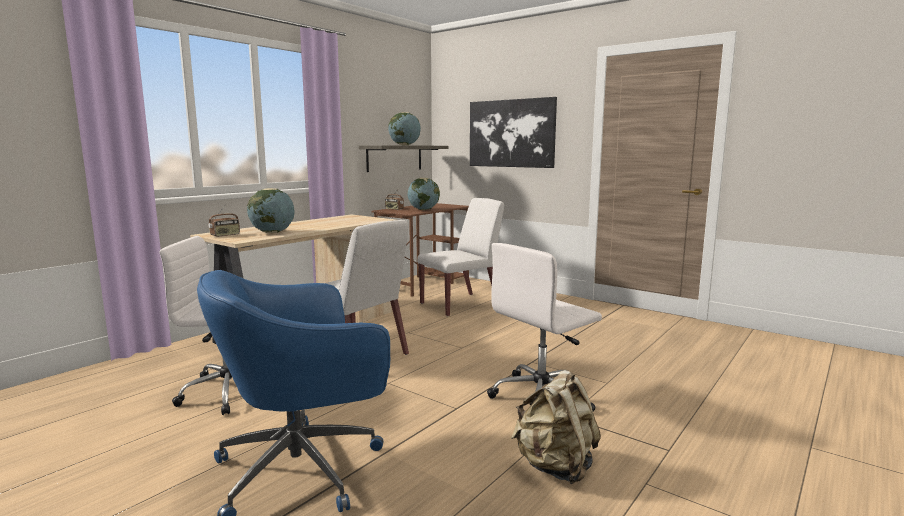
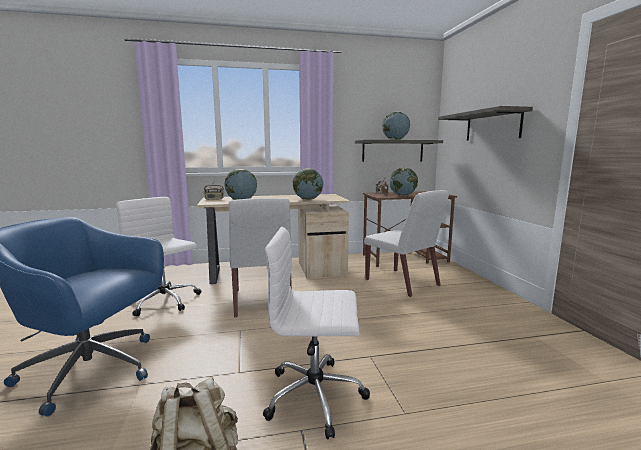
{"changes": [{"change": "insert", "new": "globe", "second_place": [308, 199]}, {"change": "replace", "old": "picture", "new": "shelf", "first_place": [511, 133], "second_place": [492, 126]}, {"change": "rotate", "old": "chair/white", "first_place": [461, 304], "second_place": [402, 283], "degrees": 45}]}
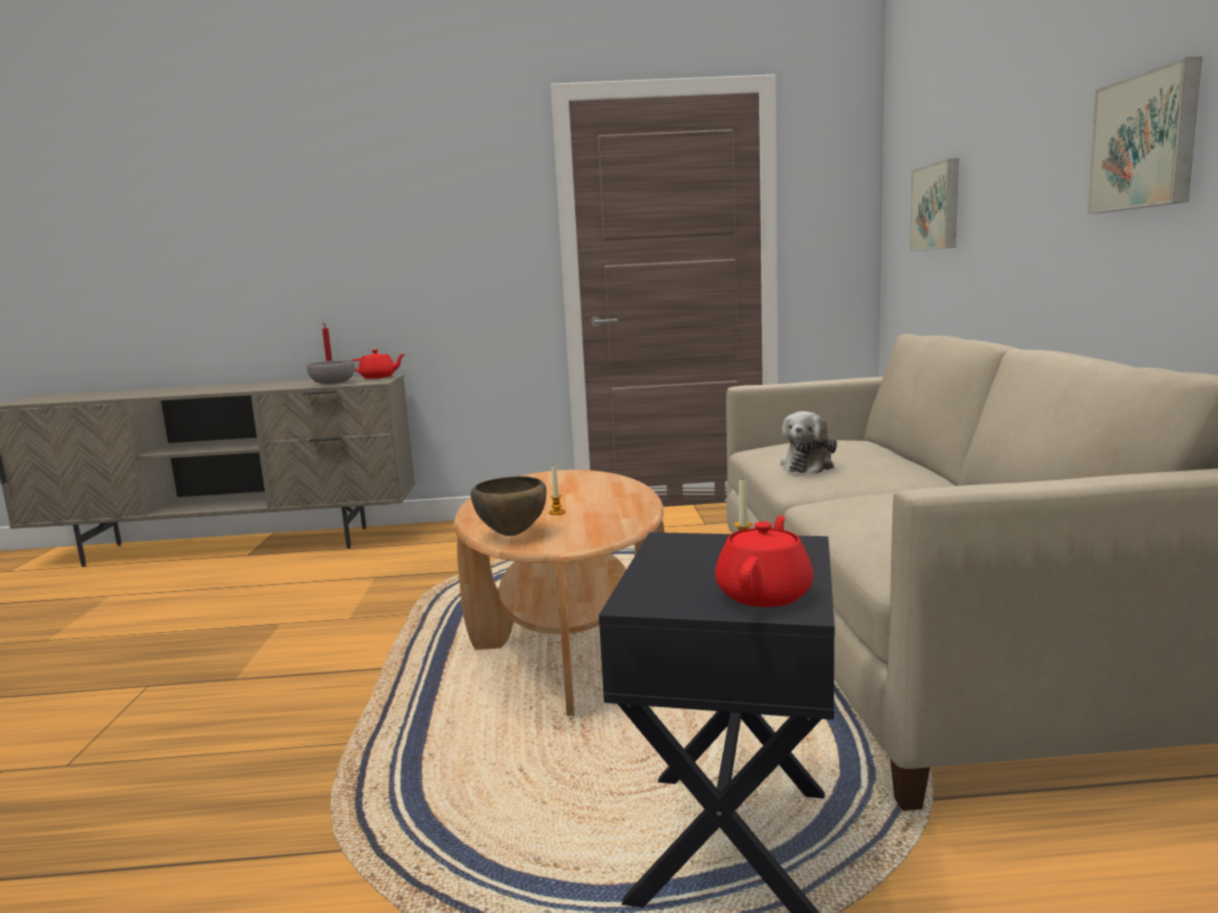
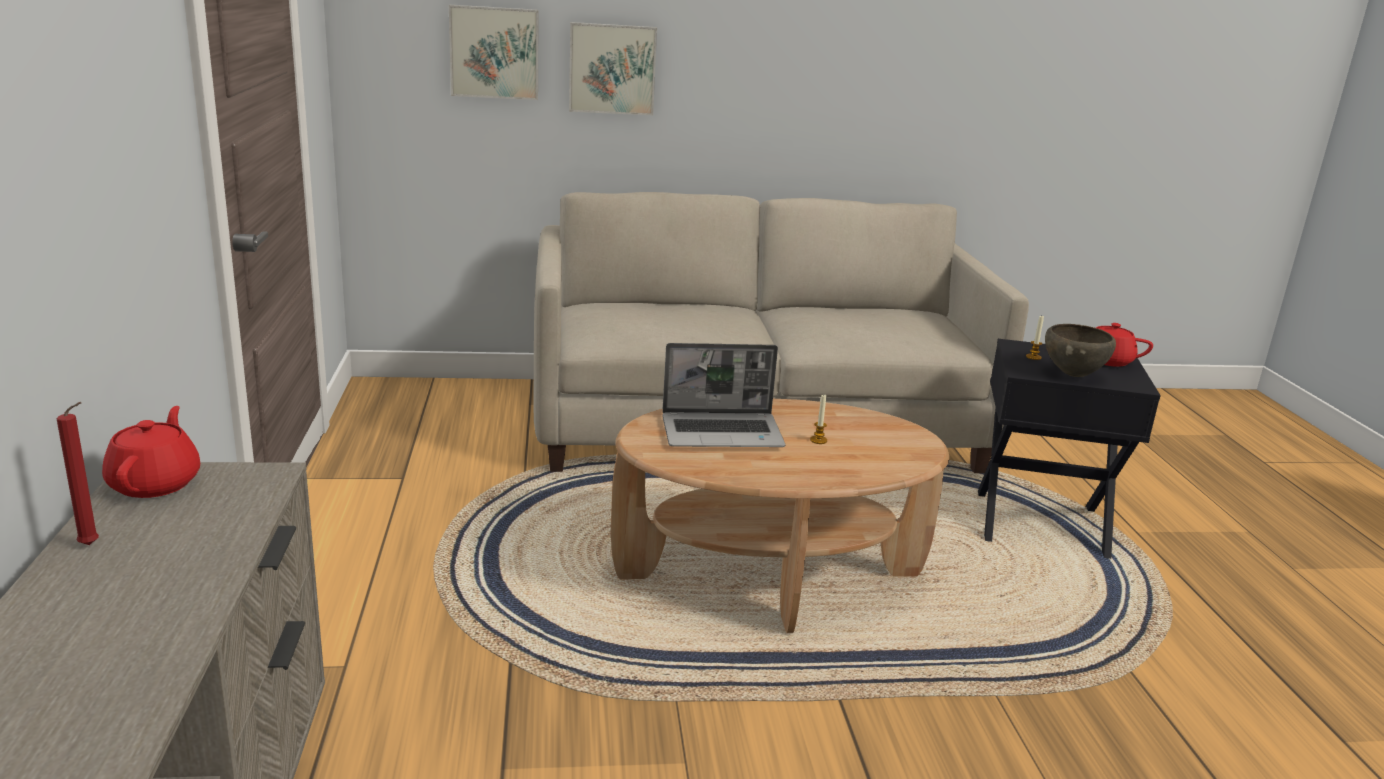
{"changes": [{"change": "delete", "old": "bowl/grey", "first_place": [332, 383]}, {"change": "delete", "old": "plush toy", "first_place": [808, 466]}, {"change": "insert", "new": "laptop", "second_place": [723, 432]}, {"change": "move", "old": "bowl/brown", "first_place": [512, 534], "second_place": [1073, 375]}, {"change": "move", "old": "picture", "first_place": [1146, 142], "second_place": [612, 69]}]}
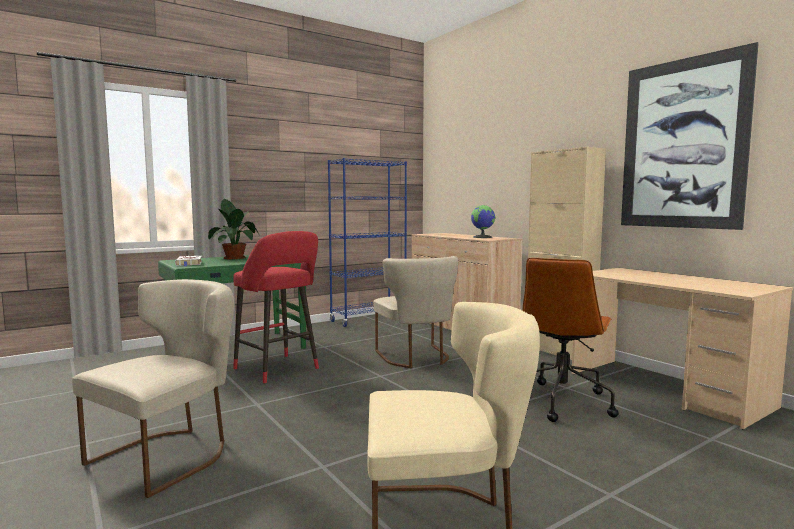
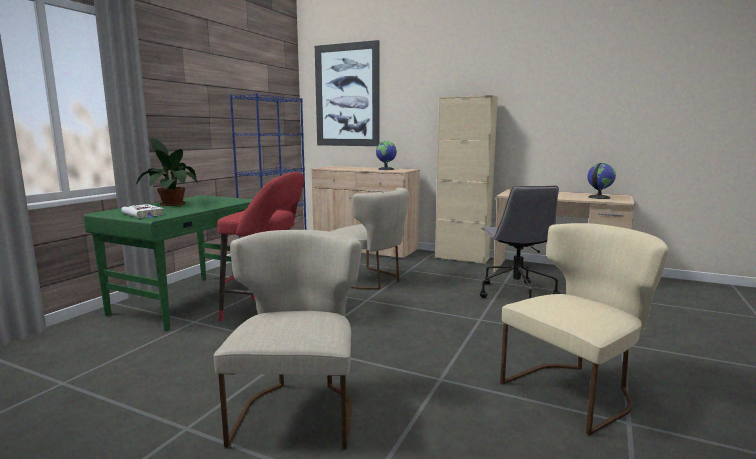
{"changes": [{"change": "insert", "new": "globe", "second_place": [598, 197]}, {"change": "move", "old": "picture", "first_place": [682, 144], "second_place": [347, 95]}, {"change": "recolor", "old": "office chair/brown", "new": "office chair/grey", "first_place": [561, 401], "second_place": [515, 293]}]}
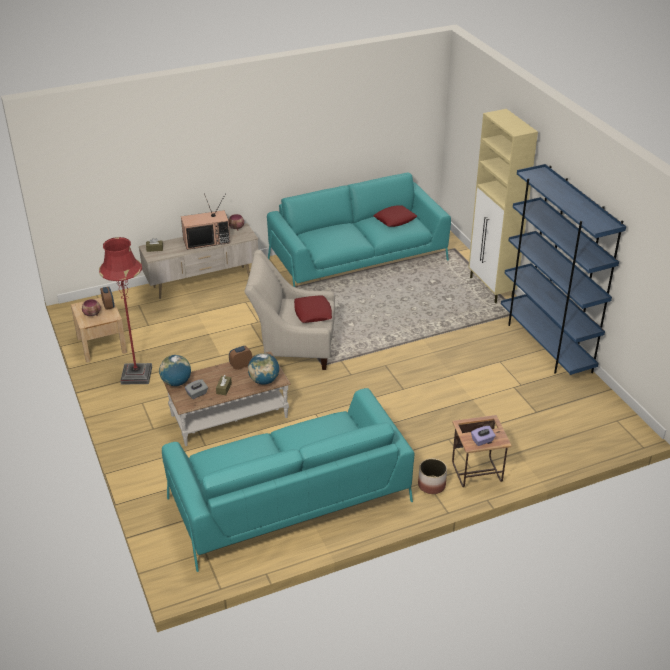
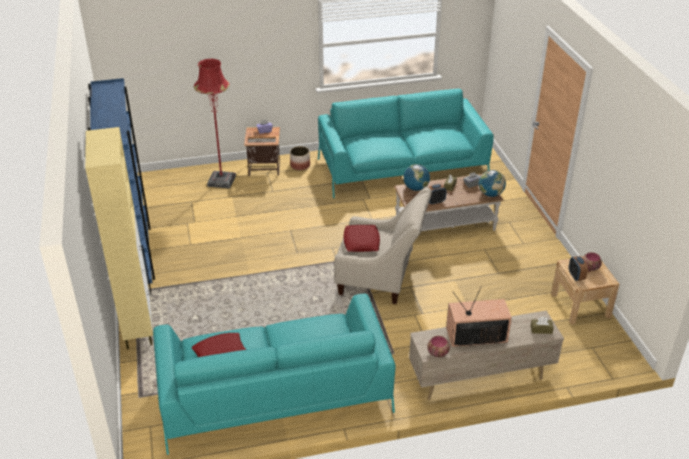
{"changes": [{"change": "move", "old": "floor lamp/red", "first_place": [136, 375], "second_place": [221, 181]}]}
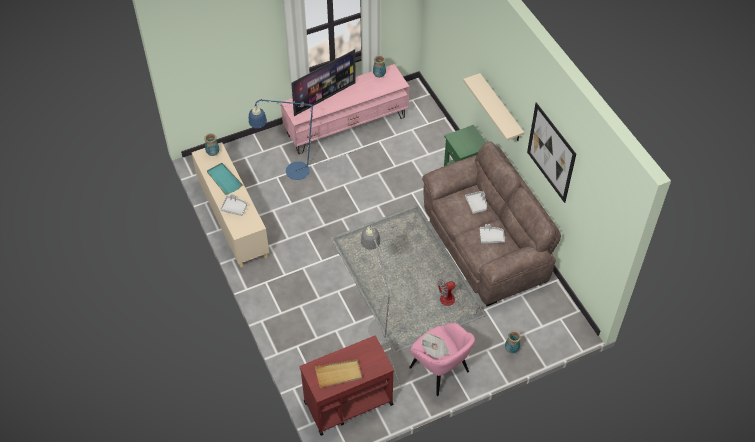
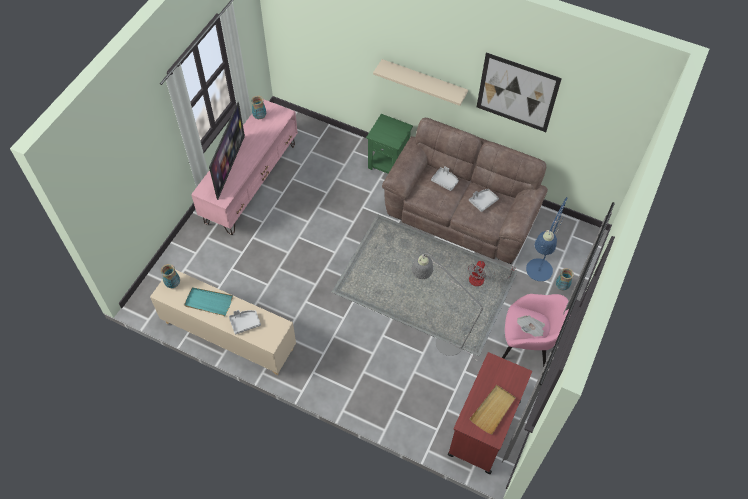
{"changes": [{"change": "move", "old": "floor lamp/blue", "first_place": [291, 173], "second_place": [537, 275]}]}
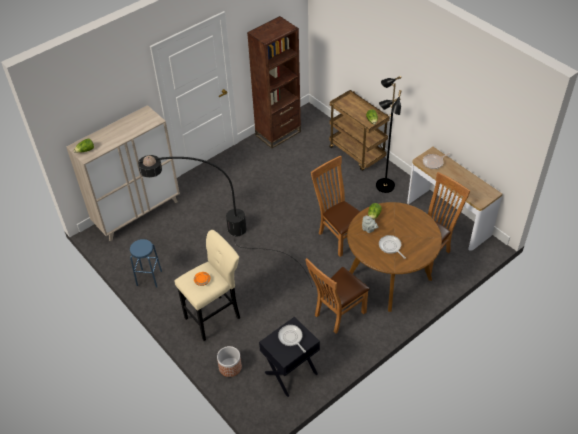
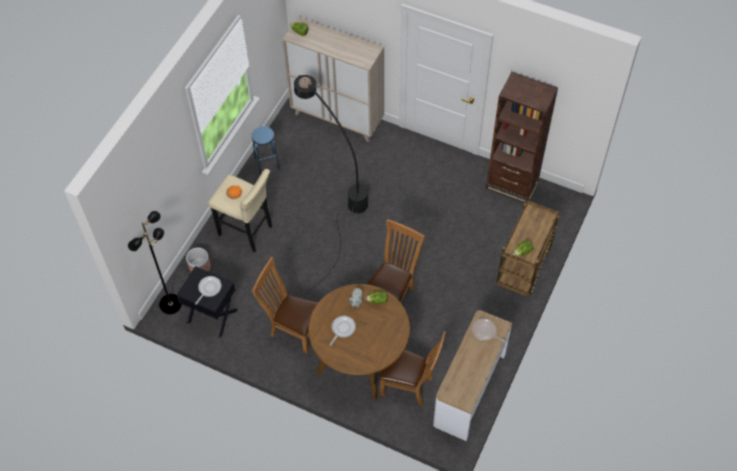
{"changes": [{"change": "move", "old": "floor lamp/black", "first_place": [384, 186], "second_place": [170, 304]}]}
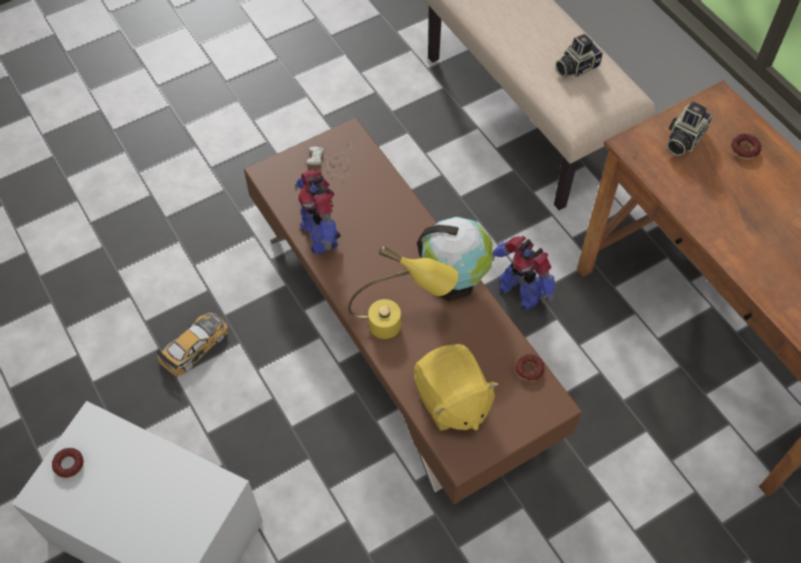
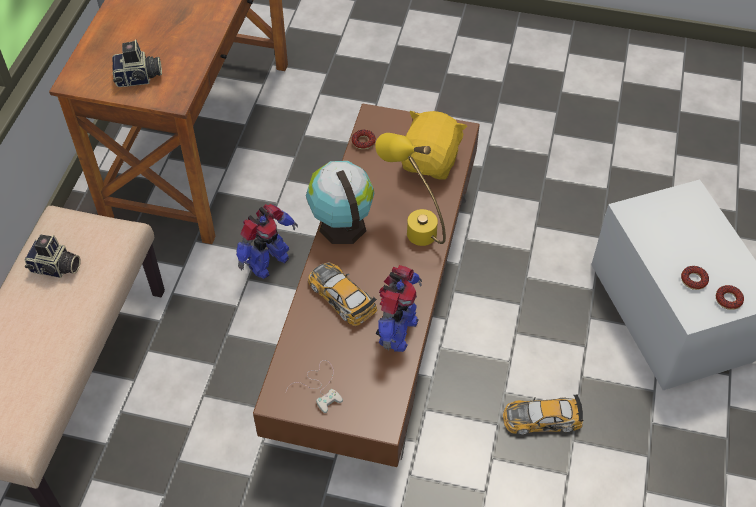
{"changes": [{"change": "insert", "new": "toy car", "second_place": [341, 296]}, {"change": "move", "old": "donut", "first_place": [744, 149], "second_place": [694, 280]}, {"change": "rotate", "old": "toy robot", "first_place": [520, 291], "second_place": [267, 262], "degrees": 45}]}
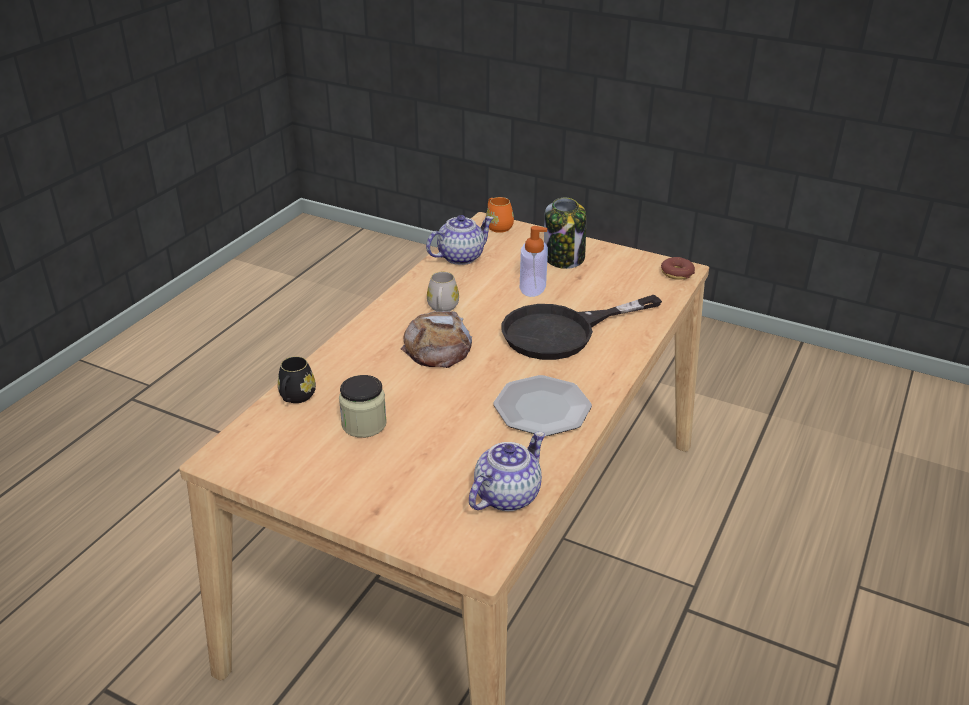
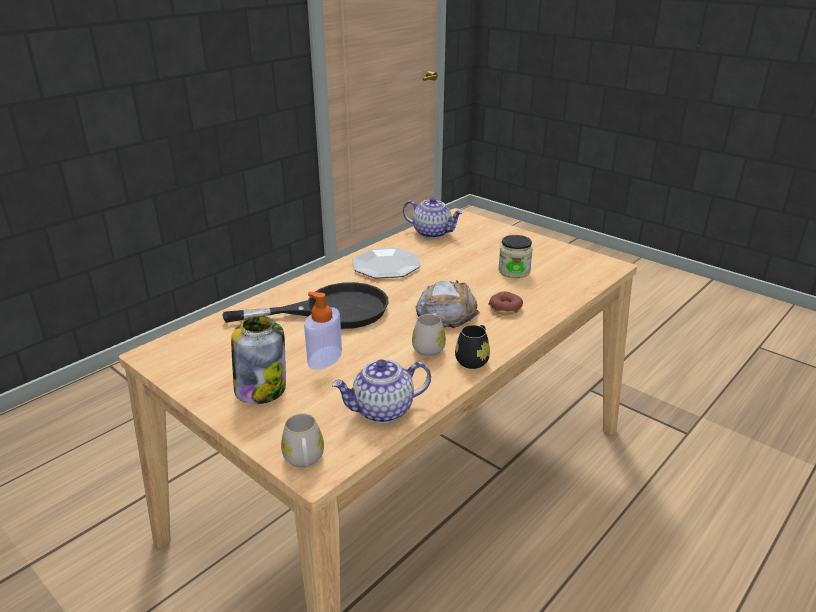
{"changes": [{"change": "move", "old": "mug/black", "first_place": [295, 398], "second_place": [473, 359]}, {"change": "move", "old": "donut", "first_place": [676, 273], "second_place": [505, 308]}, {"change": "recolor", "old": "mug/orange", "new": "mug/white", "first_place": [497, 226], "second_place": [304, 460]}, {"change": "rotate", "old": "teapot", "first_place": [506, 495], "second_place": [432, 233], "degrees": -120}]}
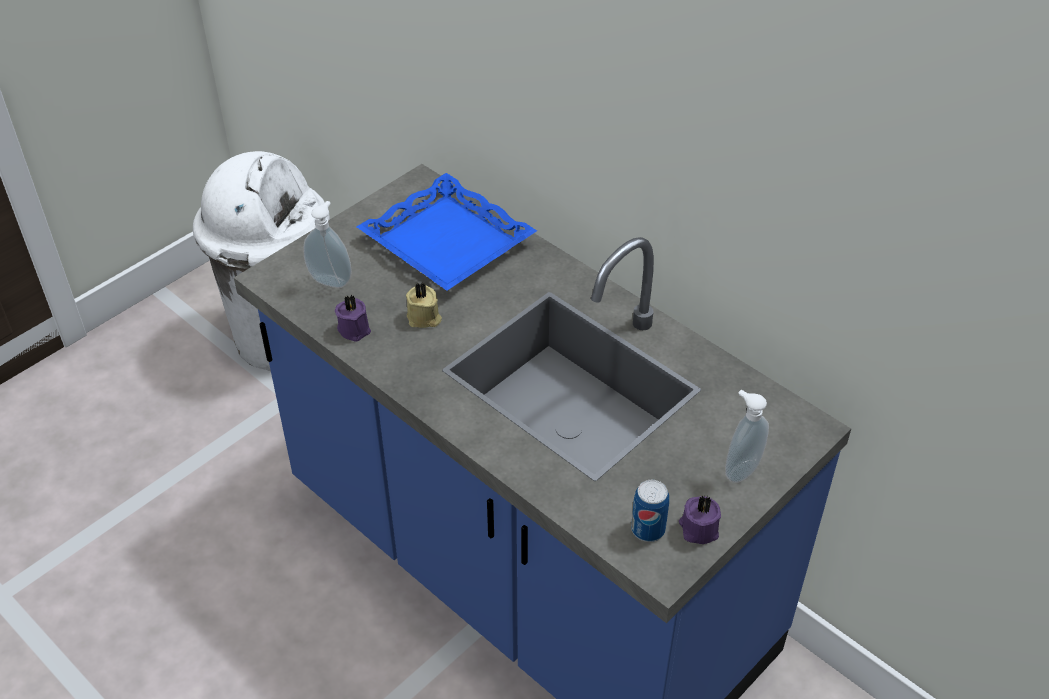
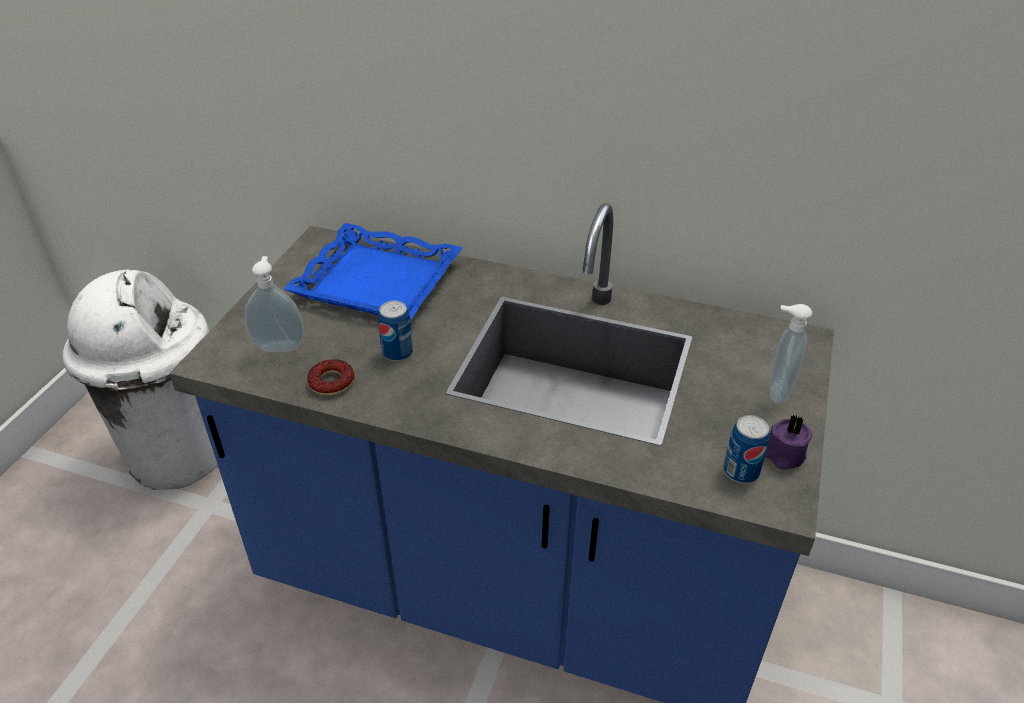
{"changes": [{"change": "replace", "old": "candle/purple", "new": "donut", "first_place": [354, 328], "second_place": [332, 382]}, {"change": "replace", "old": "candle/beige", "new": "can", "first_place": [424, 318], "second_place": [397, 353]}]}
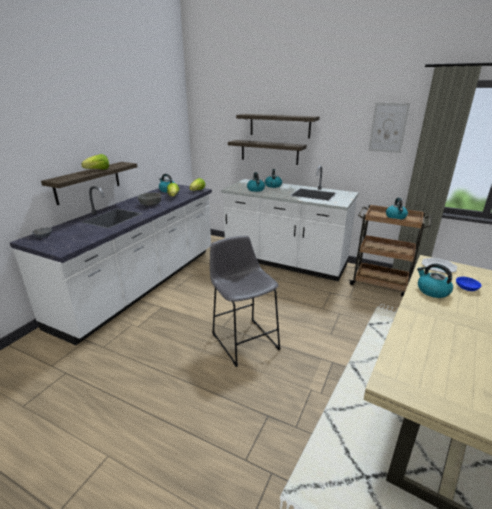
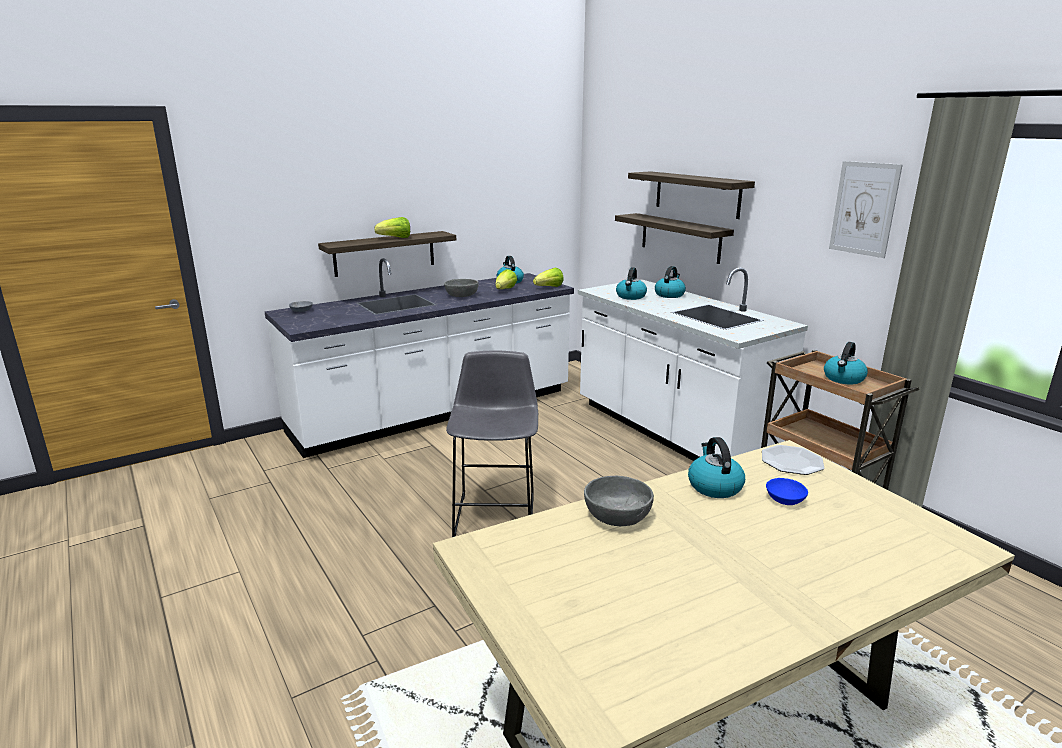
{"changes": [{"change": "insert", "new": "bowl/grey", "second_place": [617, 515]}]}
